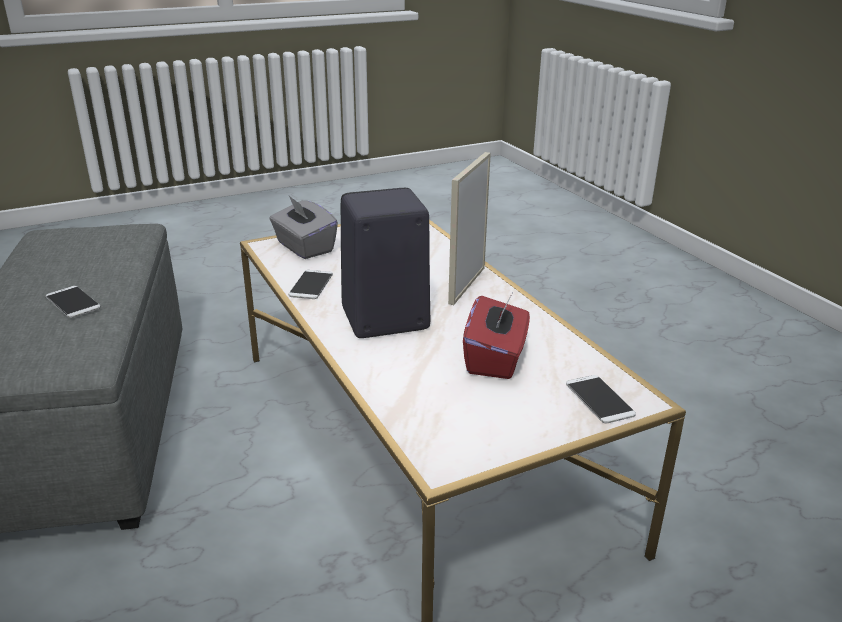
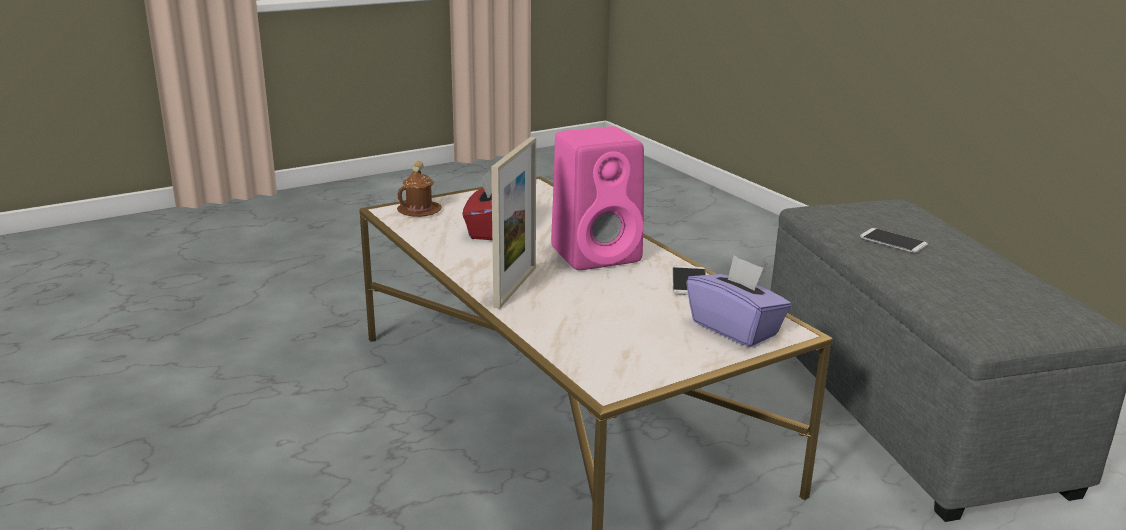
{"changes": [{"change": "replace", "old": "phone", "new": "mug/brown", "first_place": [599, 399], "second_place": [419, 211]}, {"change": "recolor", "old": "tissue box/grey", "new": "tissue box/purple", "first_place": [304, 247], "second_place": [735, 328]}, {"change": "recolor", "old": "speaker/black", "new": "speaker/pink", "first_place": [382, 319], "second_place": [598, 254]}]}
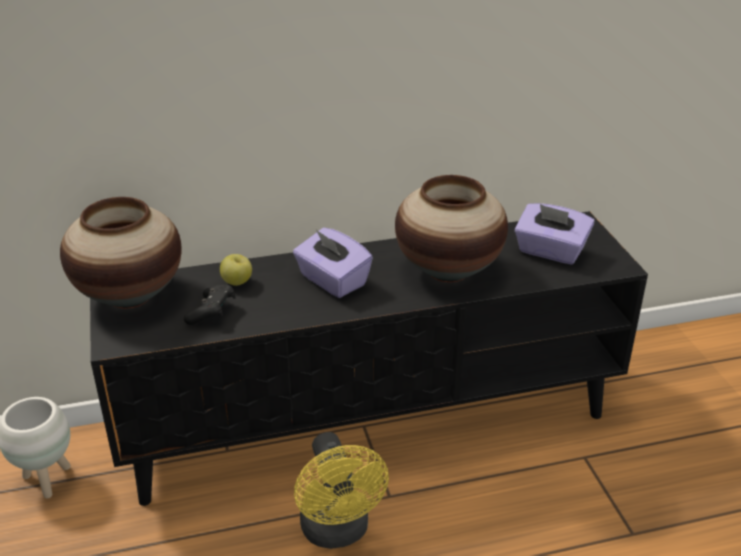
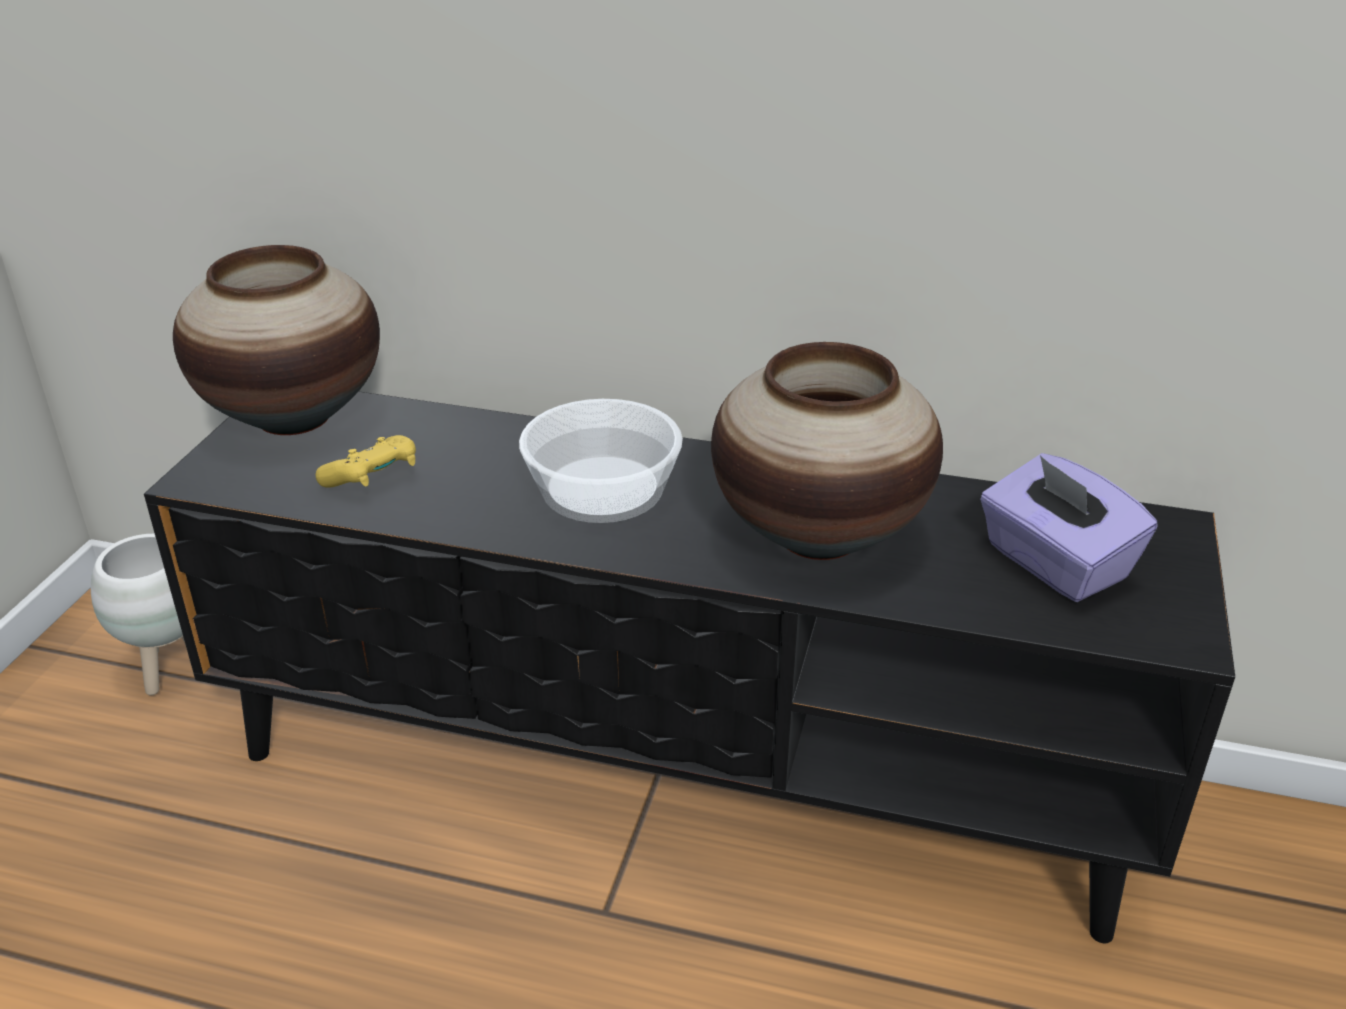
{"changes": [{"change": "delete", "old": "apple", "first_place": [237, 282]}, {"change": "delete", "old": "fan/yellow", "first_place": [338, 532]}, {"change": "replace", "old": "tissue box/purple", "new": "bowl", "first_place": [332, 281], "second_place": [603, 489]}, {"change": "recolor", "old": "game controller/black", "new": "game controller/yellow", "first_place": [212, 313], "second_place": [373, 479]}]}
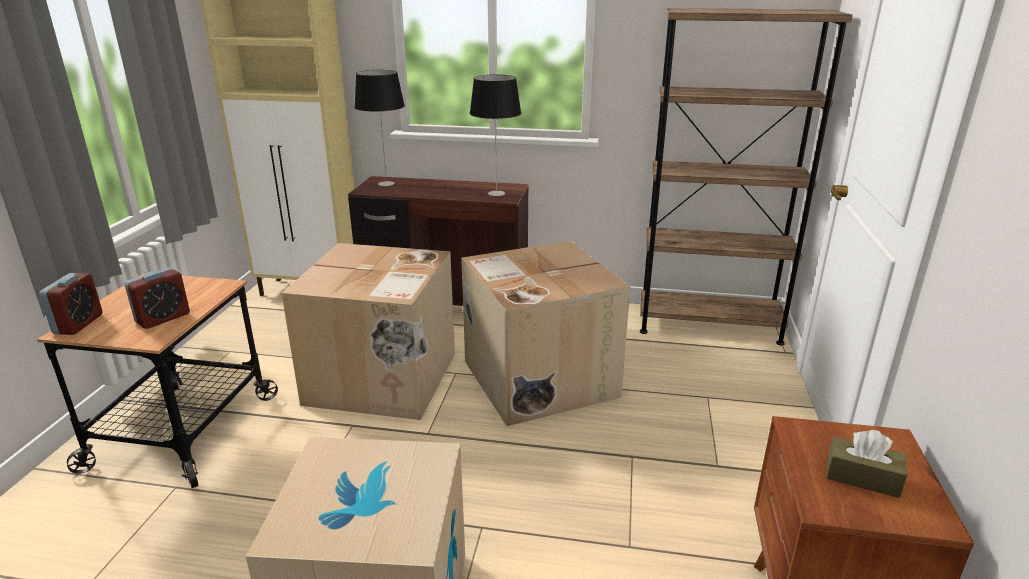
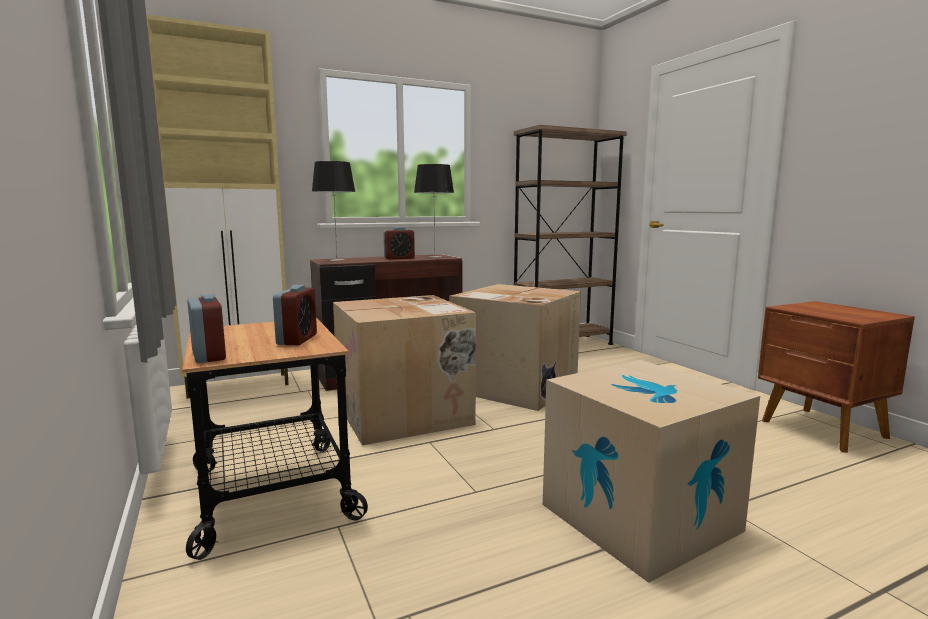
{"changes": [{"change": "delete", "old": "tissue box/brown", "first_place": [862, 477]}, {"change": "insert", "new": "alarm clock", "second_place": [399, 258]}]}
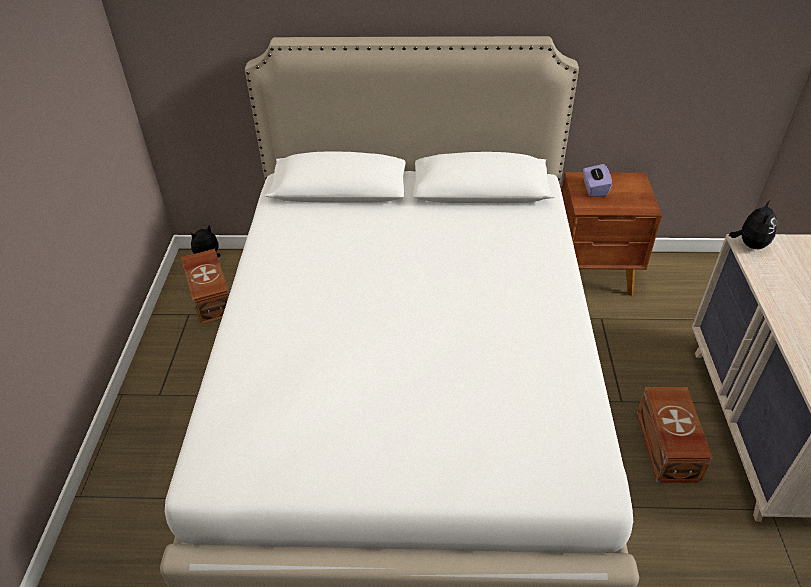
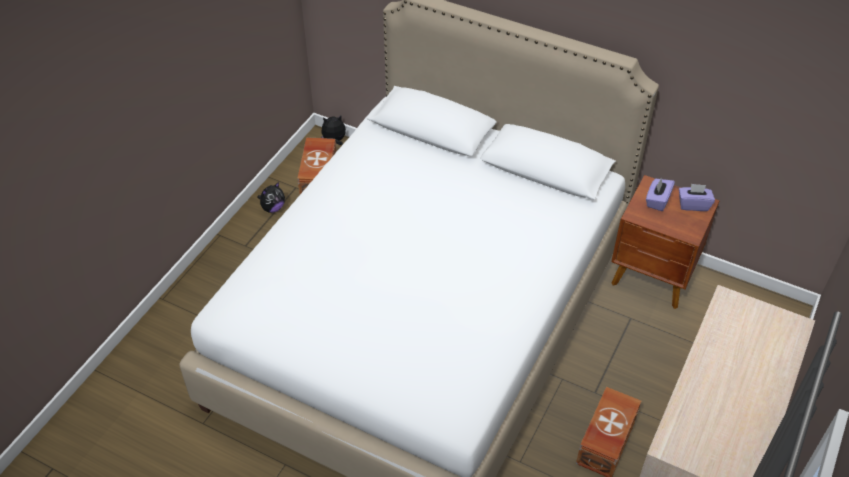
{"changes": [{"change": "insert", "new": "tissue box/purple", "second_place": [693, 204]}, {"change": "move", "old": "plush toy", "first_place": [750, 244], "second_place": [273, 208]}]}
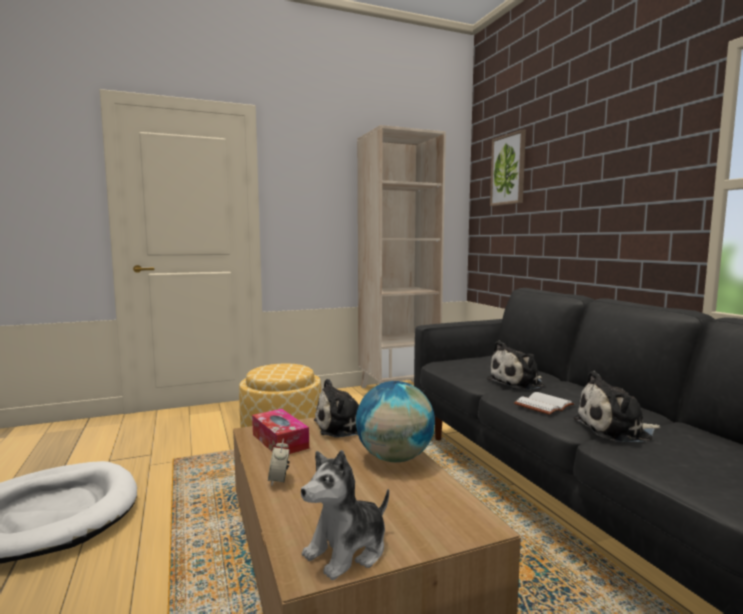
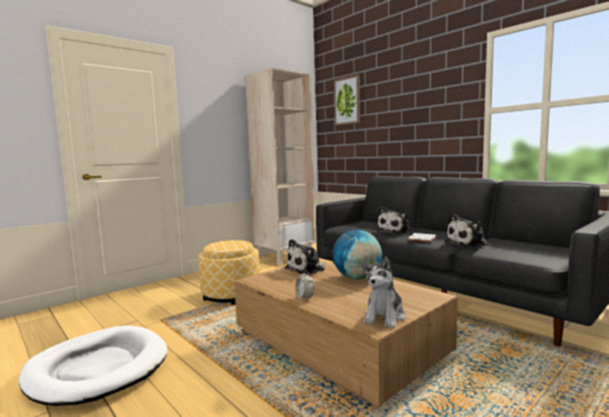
{"changes": [{"change": "delete", "old": "tissue box", "first_place": [280, 441]}]}
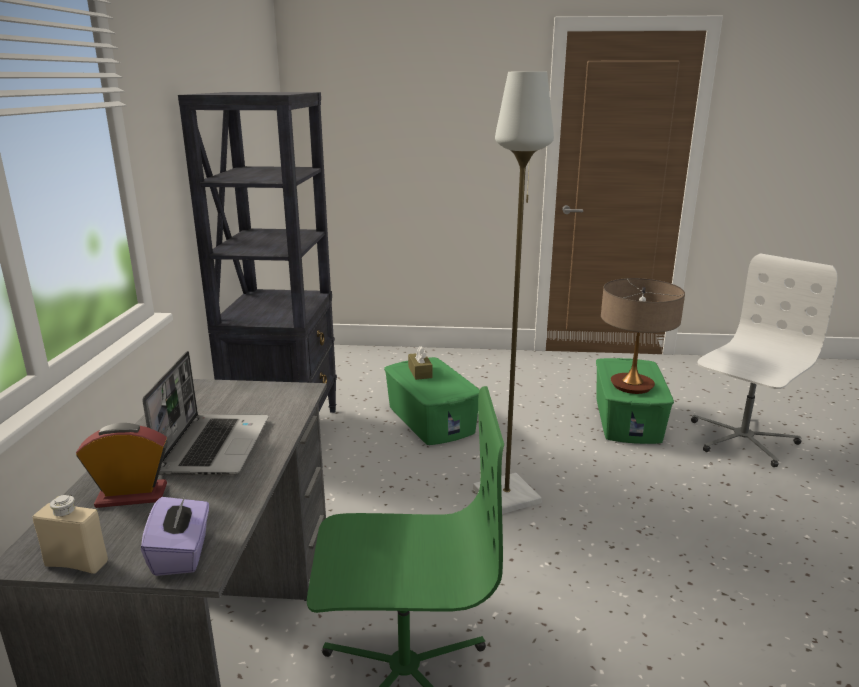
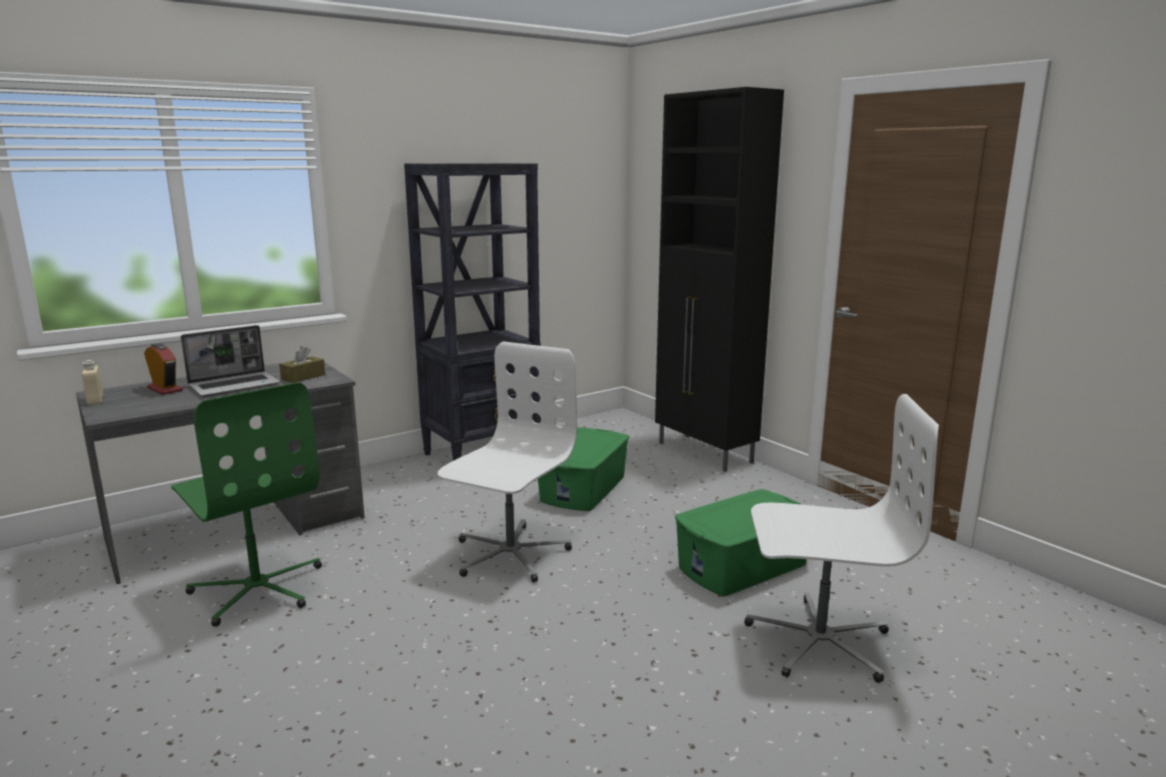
{"changes": [{"change": "delete", "old": "tissue box/purple", "first_place": [182, 553]}, {"change": "delete", "old": "table lamp", "first_place": [631, 386]}, {"change": "insert", "new": "cabinet/black", "second_place": [705, 453]}, {"change": "move", "old": "tissue box/brown", "first_place": [420, 372], "second_place": [303, 377]}, {"change": "replace", "old": "floor lamp/grey", "new": "office chair/white", "first_place": [506, 495], "second_place": [509, 554]}]}
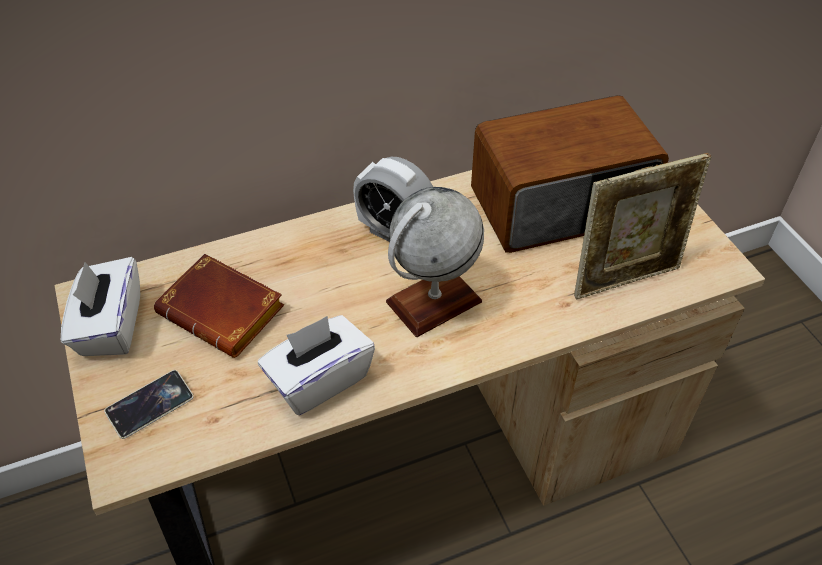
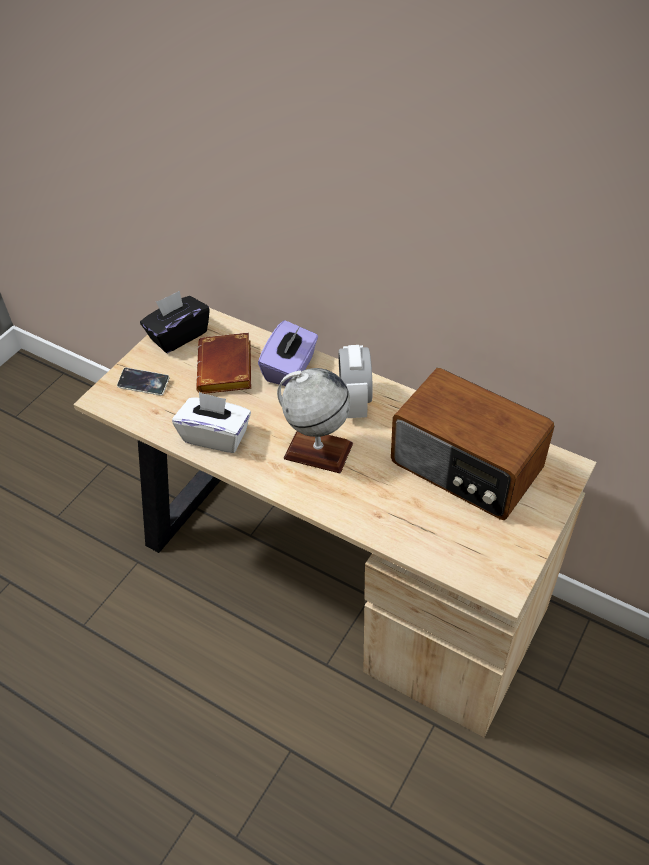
{"changes": [{"change": "delete", "old": "picture frame", "first_place": [625, 278]}, {"change": "insert", "new": "tissue box/purple", "second_place": [290, 369]}, {"change": "recolor", "old": "tissue box/white", "new": "tissue box/black", "first_place": [110, 326], "second_place": [178, 335]}]}
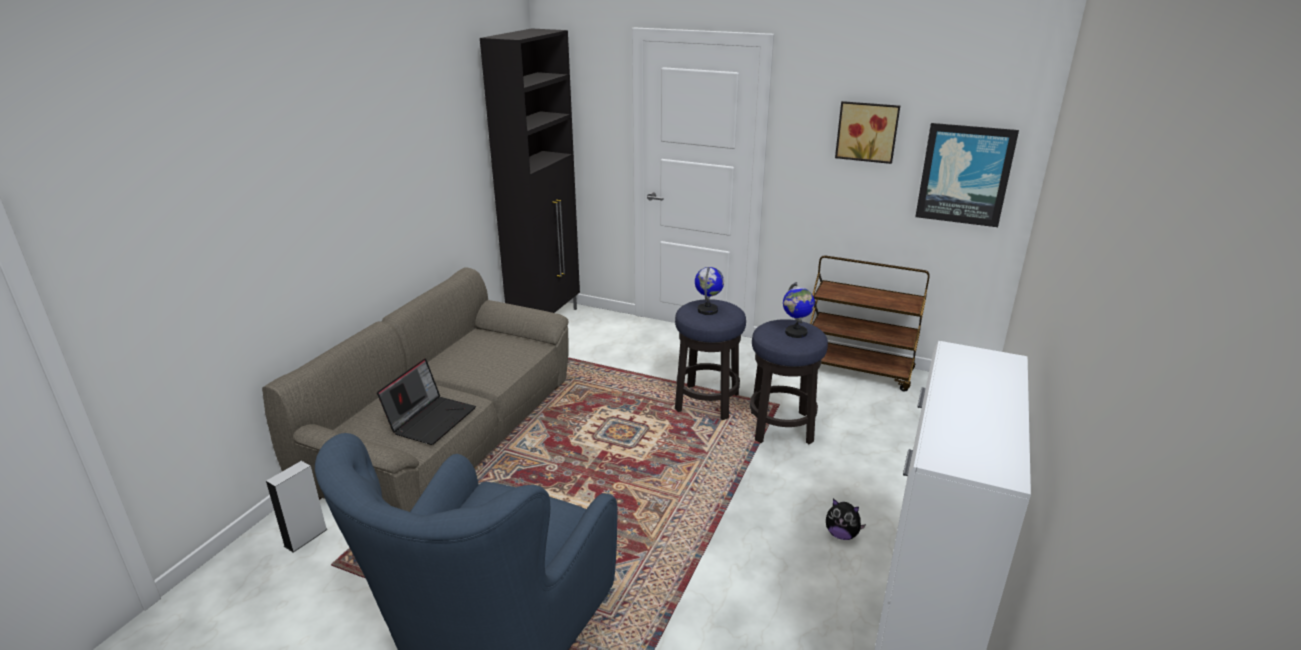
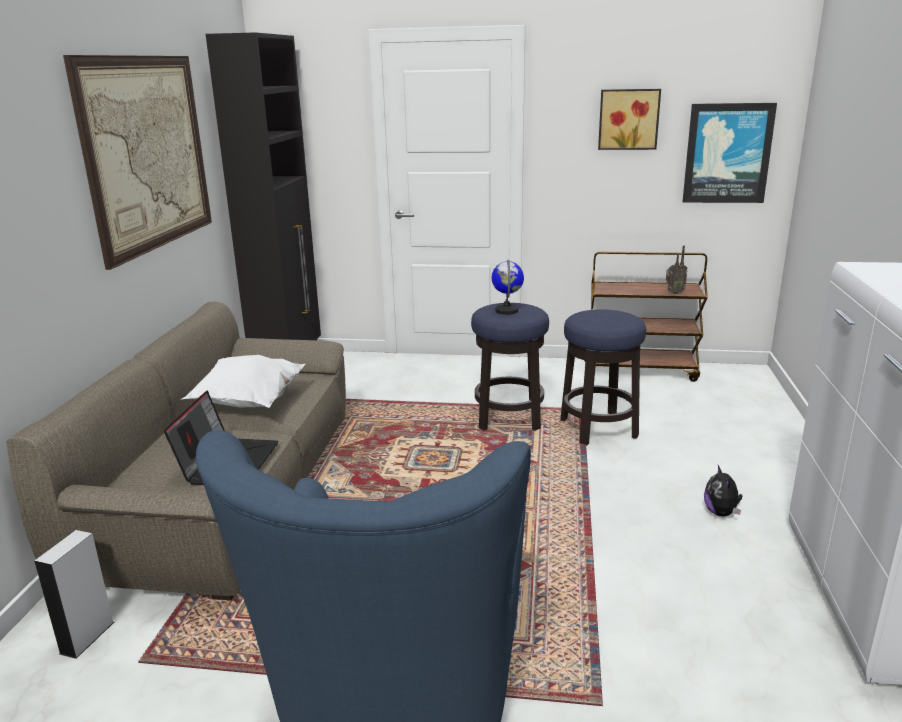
{"changes": [{"change": "delete", "old": "globe", "first_place": [796, 333]}, {"change": "insert", "new": "picture", "second_place": [148, 153]}, {"change": "insert", "new": "pillow/white", "second_place": [249, 404]}, {"change": "insert", "new": "radio", "second_place": [673, 293]}, {"change": "rotate", "old": "plush toy", "first_place": [841, 534], "second_place": [721, 513], "degrees": 75}]}
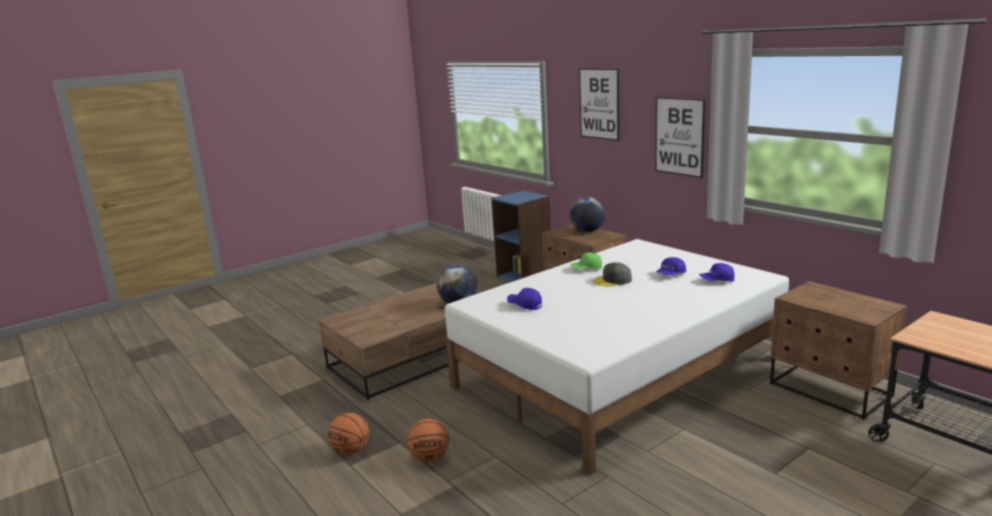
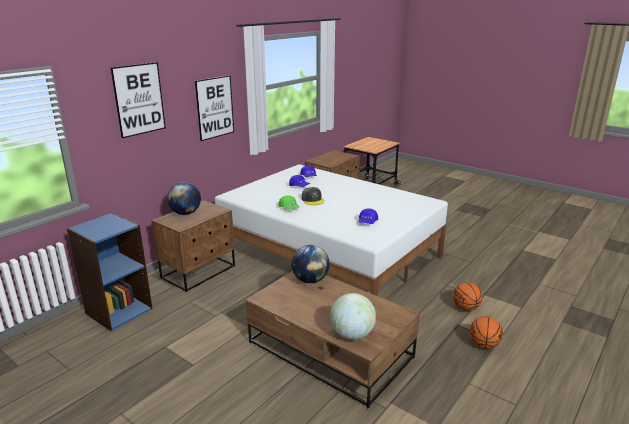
{"changes": [{"change": "insert", "new": "globe", "second_place": [352, 334]}]}
